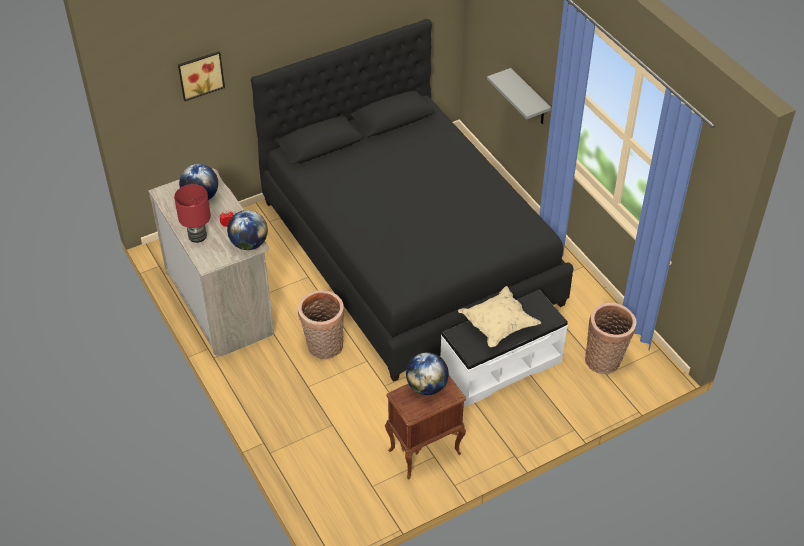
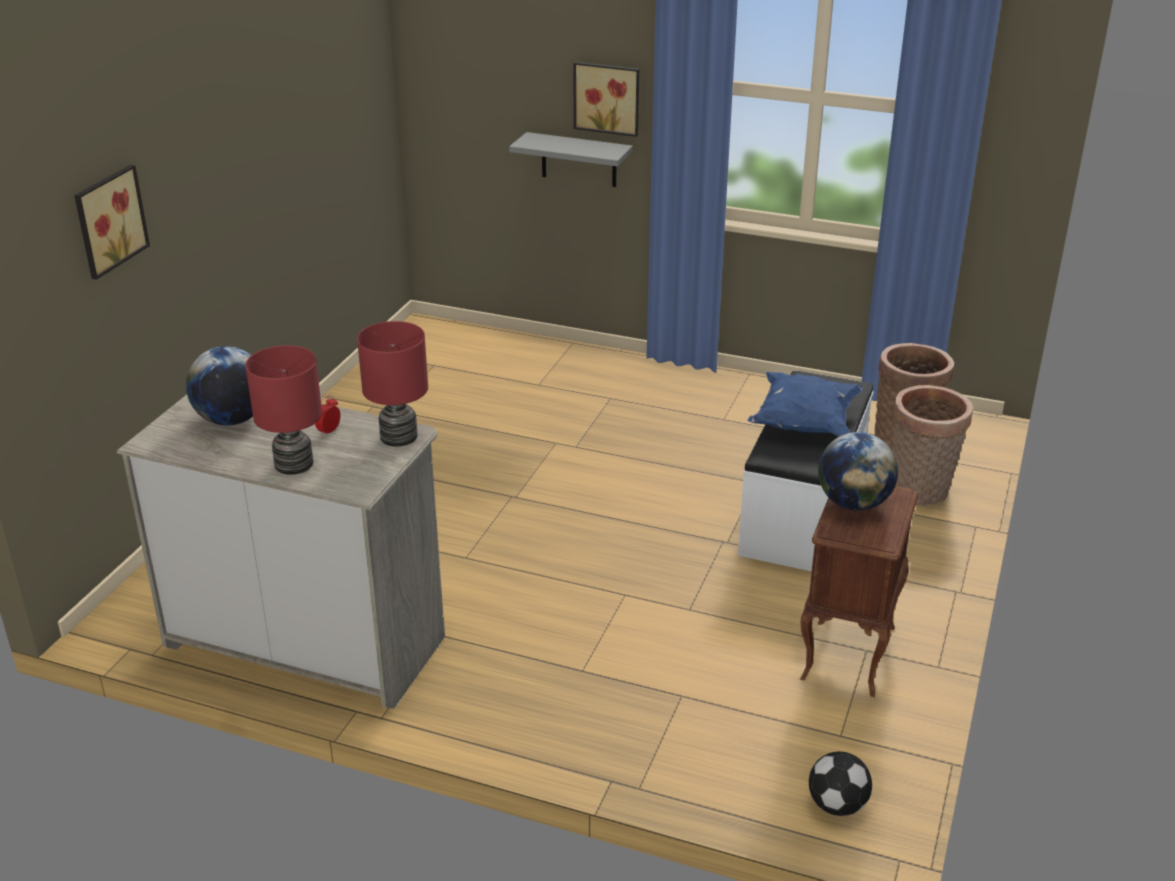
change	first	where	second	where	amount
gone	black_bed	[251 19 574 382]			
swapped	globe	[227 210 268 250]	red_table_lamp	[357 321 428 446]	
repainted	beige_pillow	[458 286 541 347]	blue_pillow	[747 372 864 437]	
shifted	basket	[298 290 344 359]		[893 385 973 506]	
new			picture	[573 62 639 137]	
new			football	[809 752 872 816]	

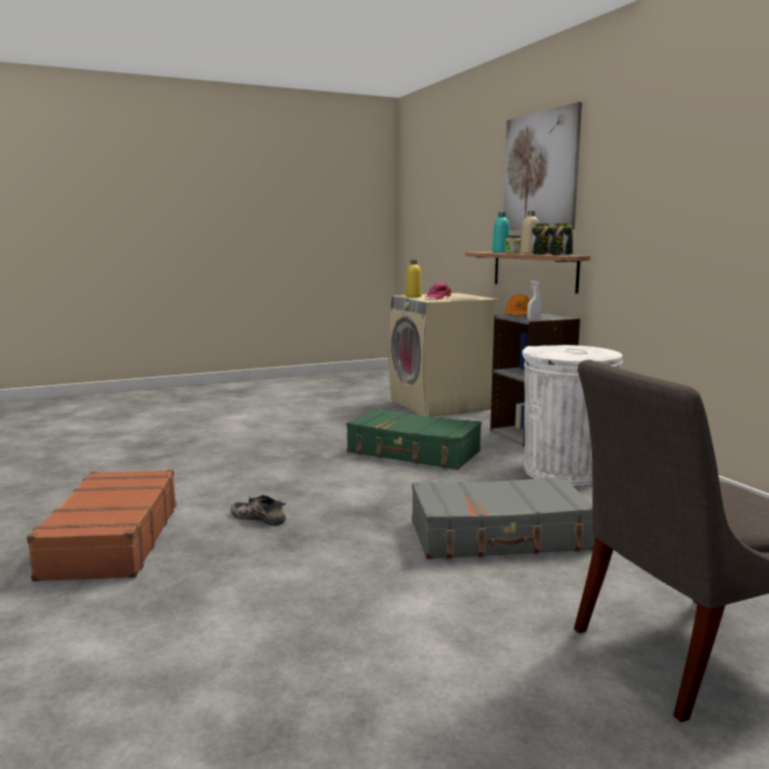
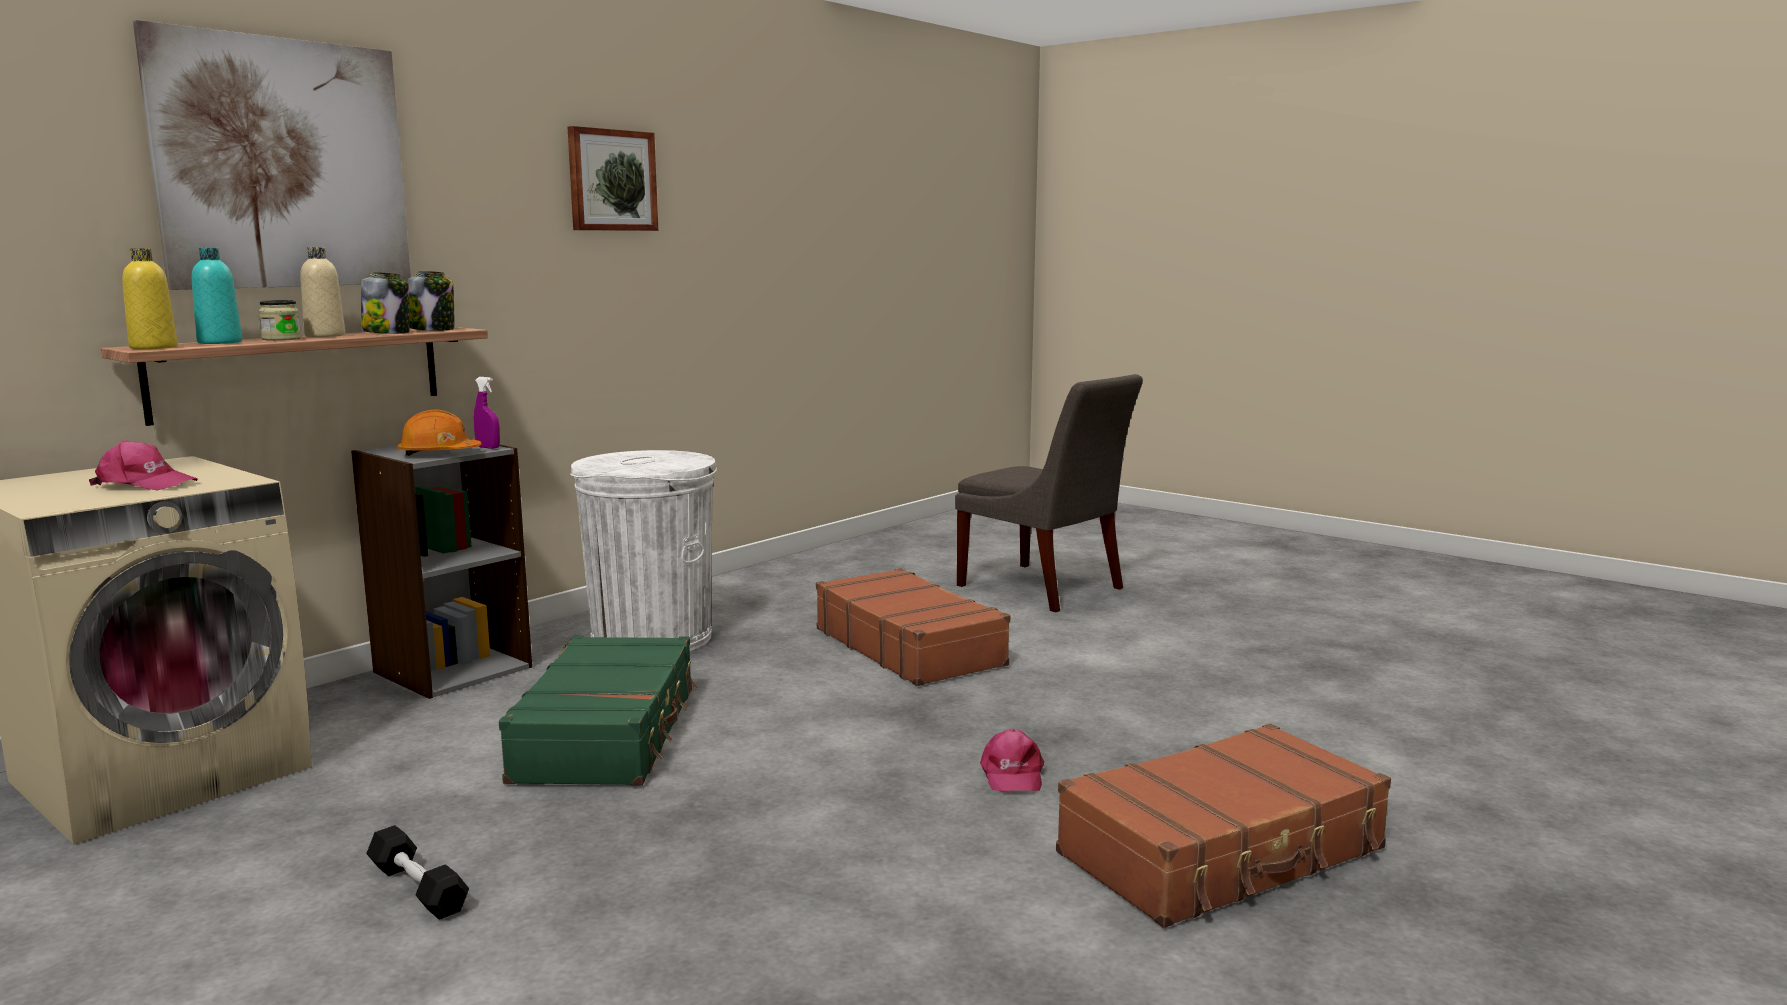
change	first	where	second	where	amount
shifted	yellow_bottle	[406 260 421 297]		[122 248 177 349]	
repainted	white_spray_bottle	[527 281 541 320]	purple_spray_bottle	[474 377 500 449]	
repainted	grey_suitcase	[412 476 595 559]	brown_suitcase	[816 568 1010 686]	
swapped	shoe	[231 495 286 526]	pink_cap	[980 729 1044 792]	
new			picture	[568 126 658 231]	
new			black_dumbbell	[366 825 469 920]	

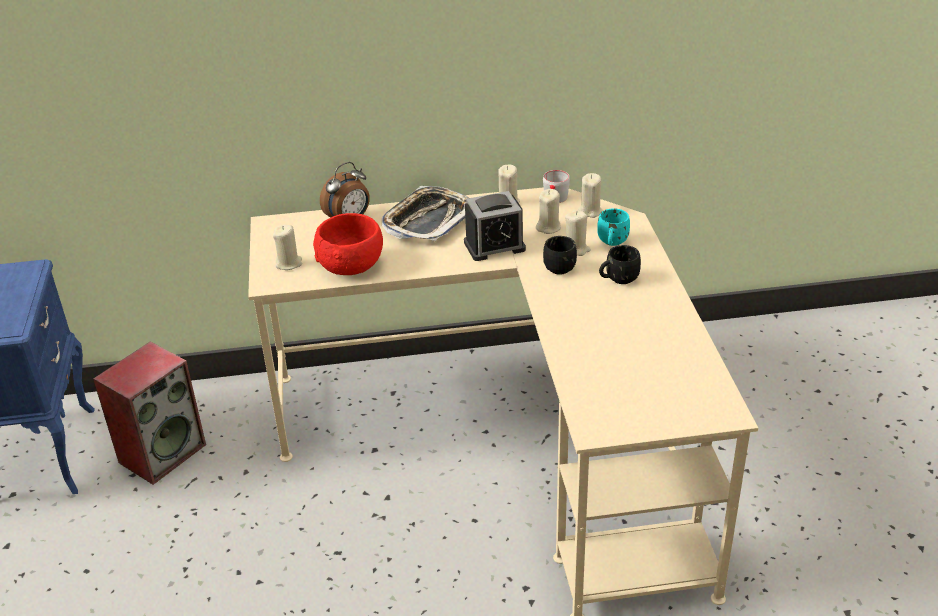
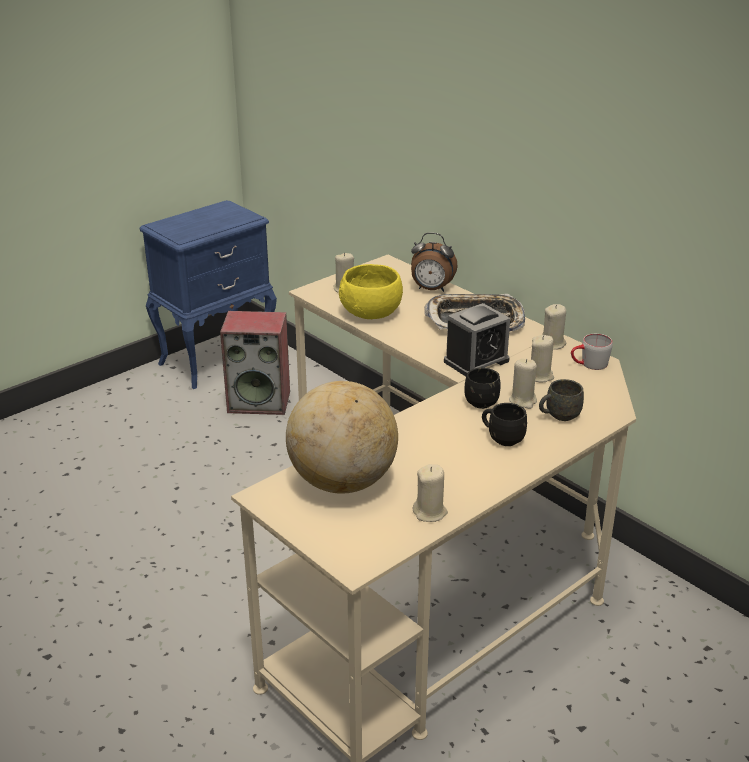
change	first	where	second	where	amount
shifted	beige_candle	[578 173 602 218]		[413 464 448 522]	
rotated	alarm_clock	[464 191 526 261]		[444 303 510 376]	75 degrees counterclockwise
repainted	turquoise_mug	[597 208 630 246]	grey_mug	[539 379 584 421]	
repainted	red_bowl	[313 213 383 275]	yellow_bowl	[339 264 403 319]	
new			globe	[286 381 398 493]	

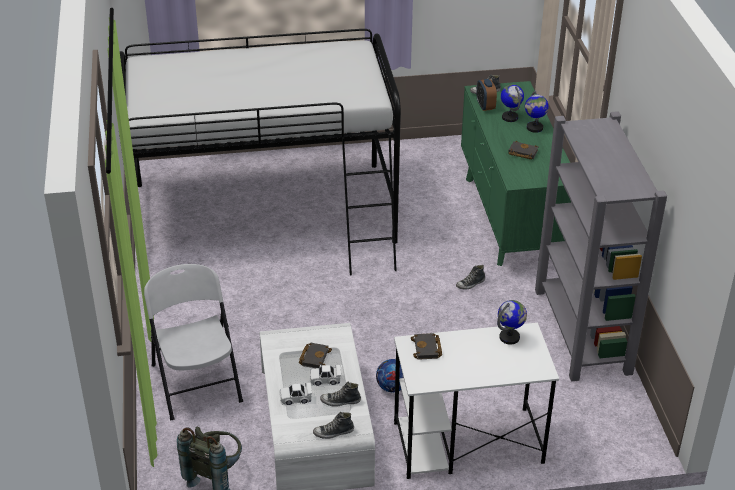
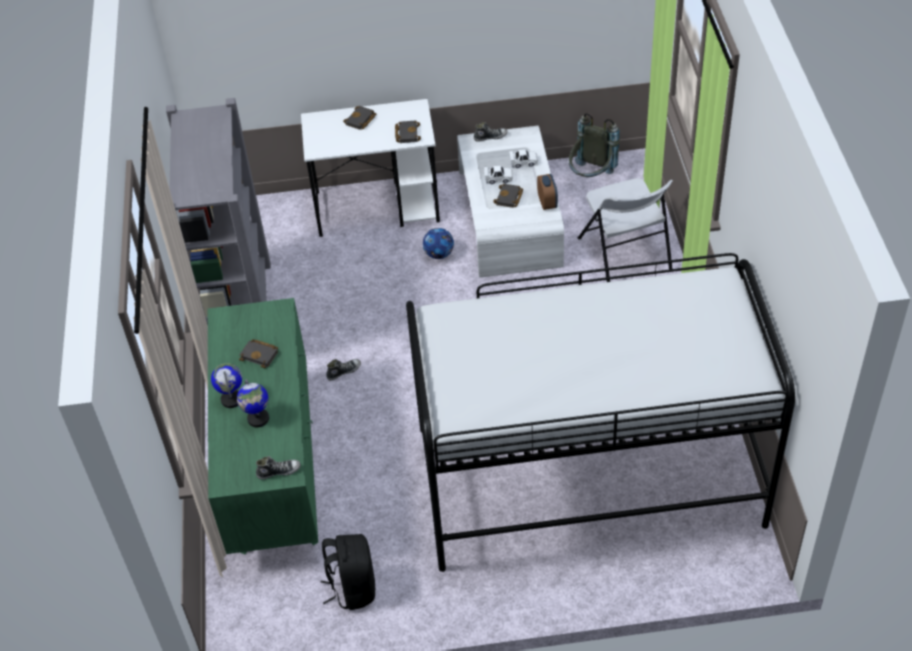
change	first	where	second	where	amount
shifted	alarm_clock	[477 79 497 111]		[537 174 558 210]	
gone	globe	[497 300 527 345]			
gone	shoe	[320 382 361 407]			
new			black_book	[343 106 377 130]	
new			black_backpack	[320 534 376 610]	

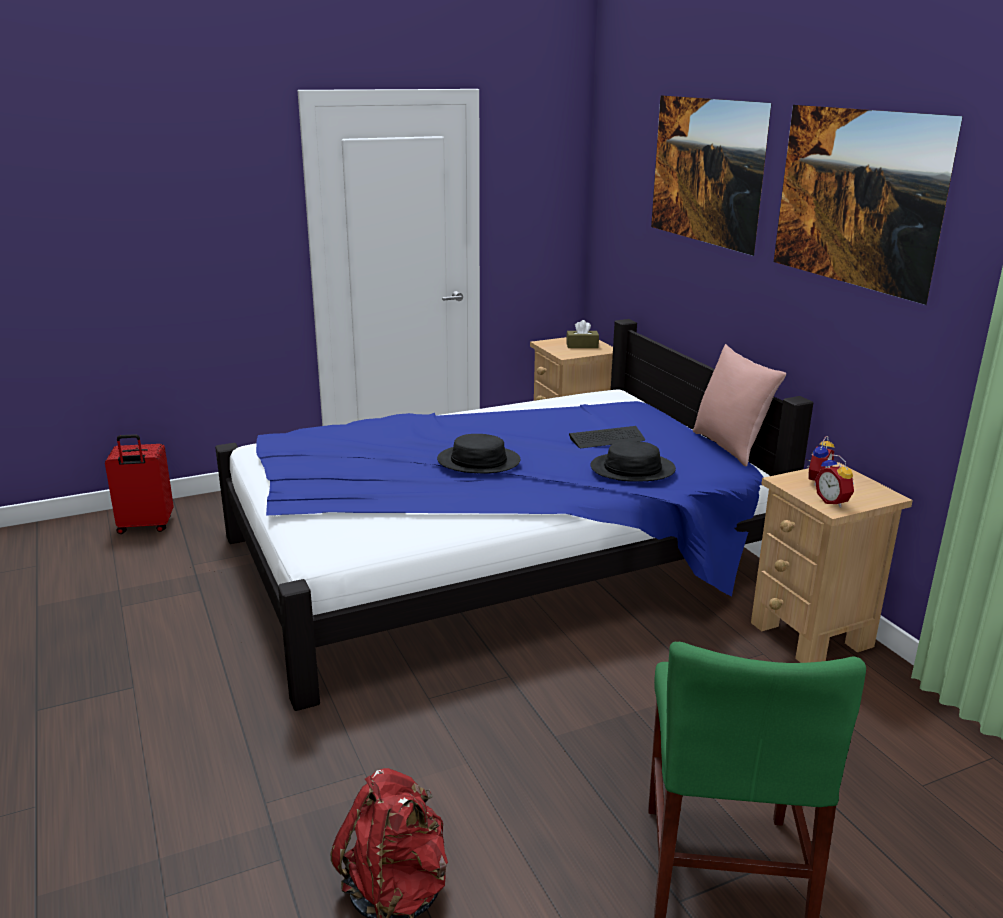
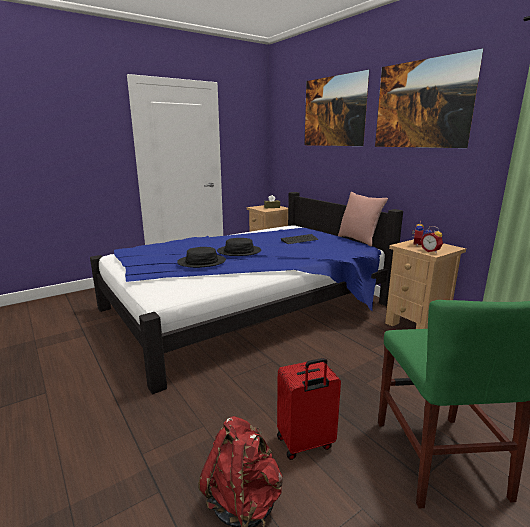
change	first	where	second	where	amount
shifted	red_suitcase	[105 434 174 534]		[277 358 341 460]	
shifted	black_hat	[591 441 676 482]		[177 247 226 268]	

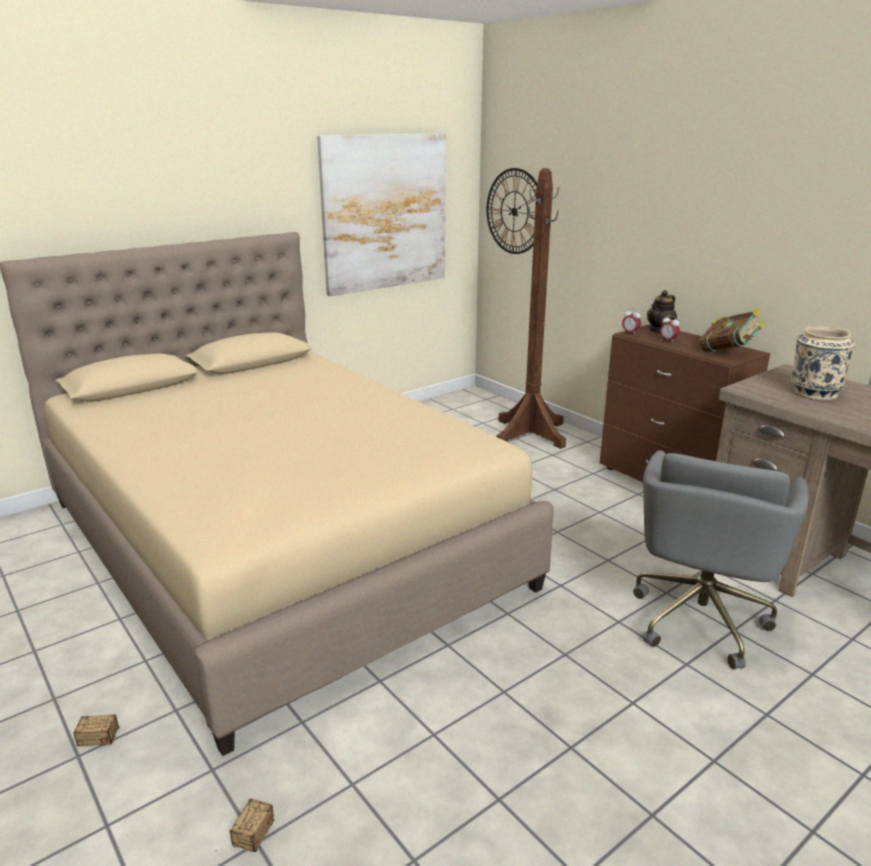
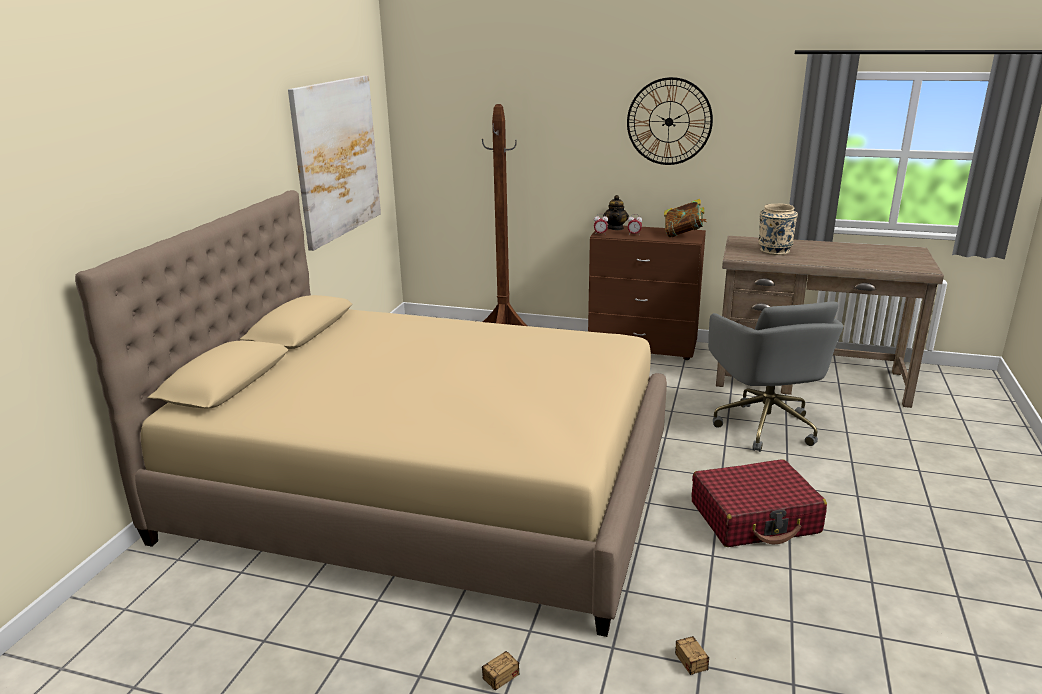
change	first	where	second	where	amount
shifted	wall_clock	[487 168 537 254]		[627 77 713 165]	
new			red_suitcase	[692 459 827 547]	

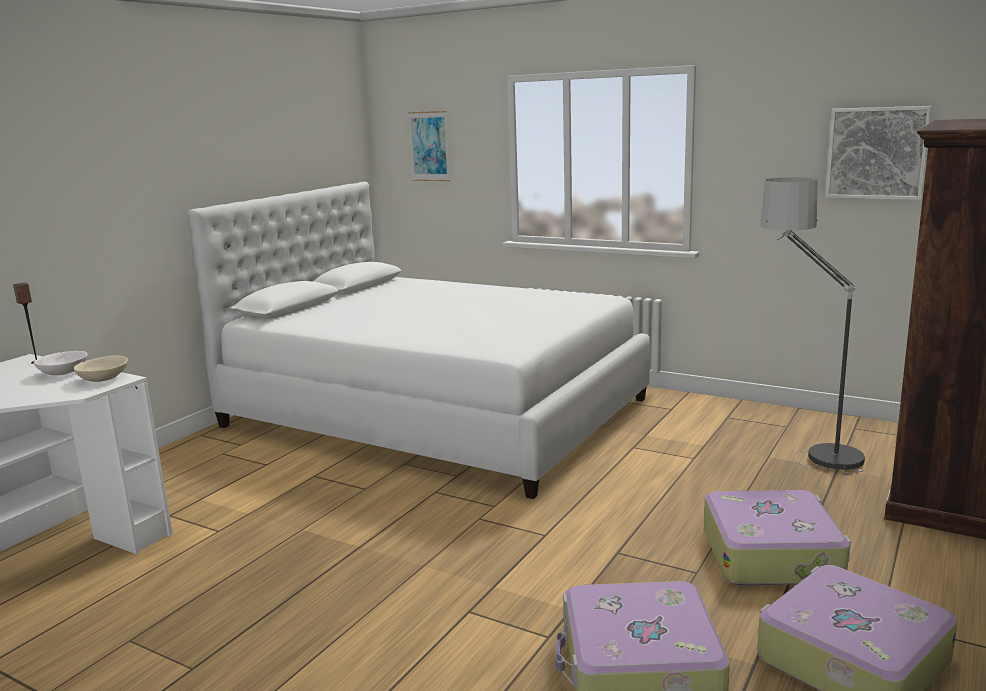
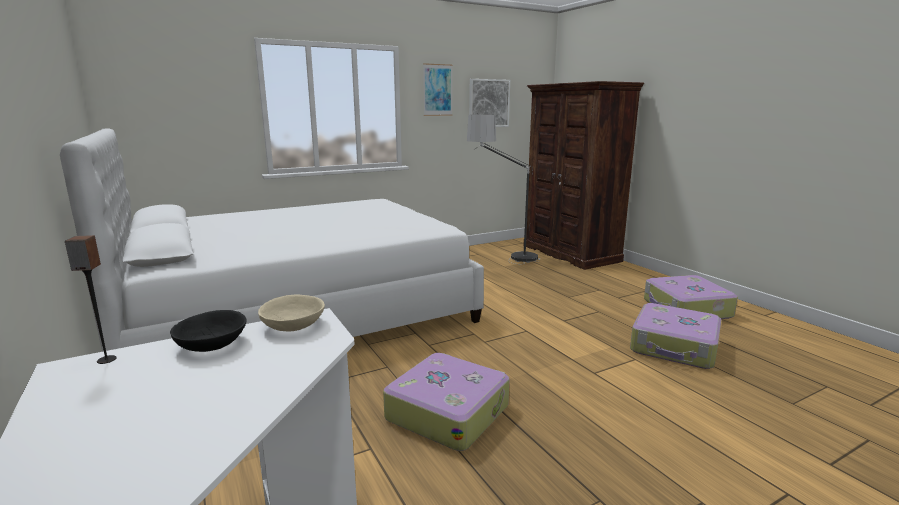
change	first	where	second	where	amount
shifted	picture	[408 111 450 181]		[423 63 453 116]	
repainted	white_bowl	[34 351 88 375]	black_bowl	[170 310 247 352]	
shifted	suitcase	[704 490 851 585]		[383 353 509 451]	

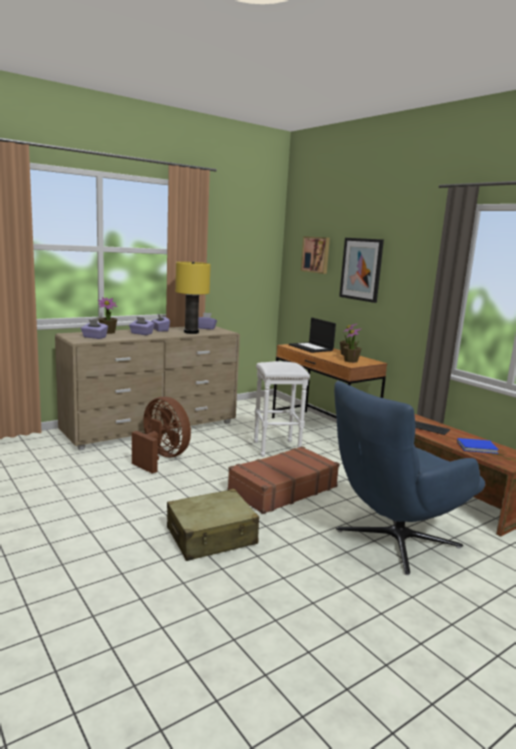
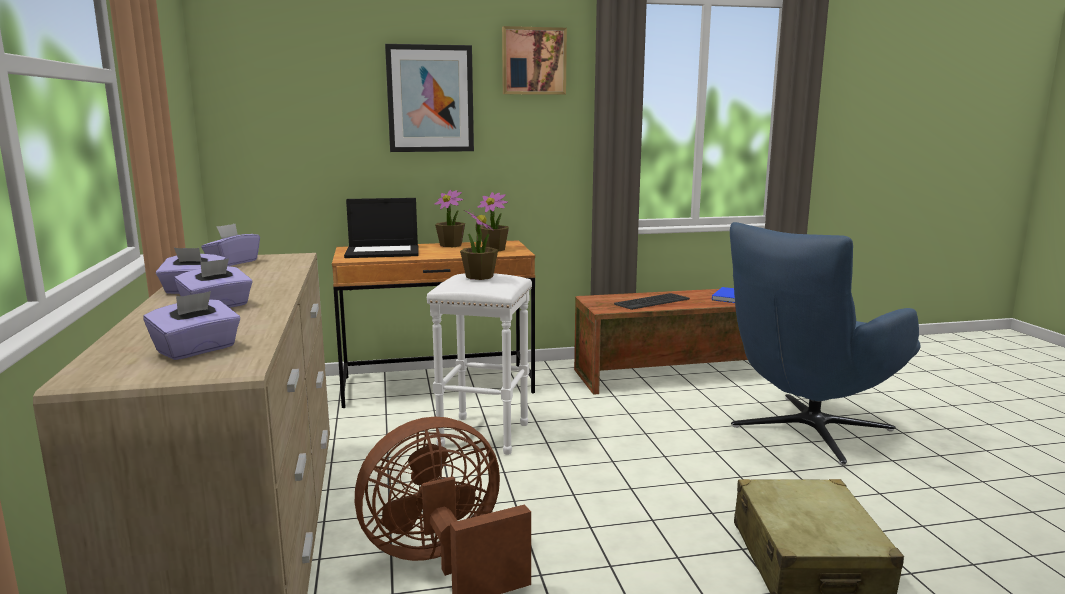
change	first	where	second	where	amount
shifted	picture	[301 236 330 274]		[502 26 567 95]	
gone	yellow_table_lamp	[175 262 211 334]			
shifted	potted_plant	[98 297 118 334]		[460 210 498 280]	
rotated	blue_armchair	[334 381 485 575]		[730 222 921 465]	60 degrees clockwise
gone	brown_suitcase	[227 446 339 514]			

